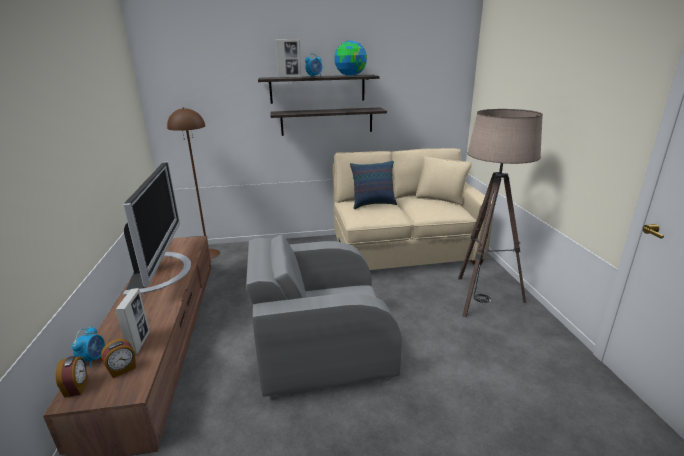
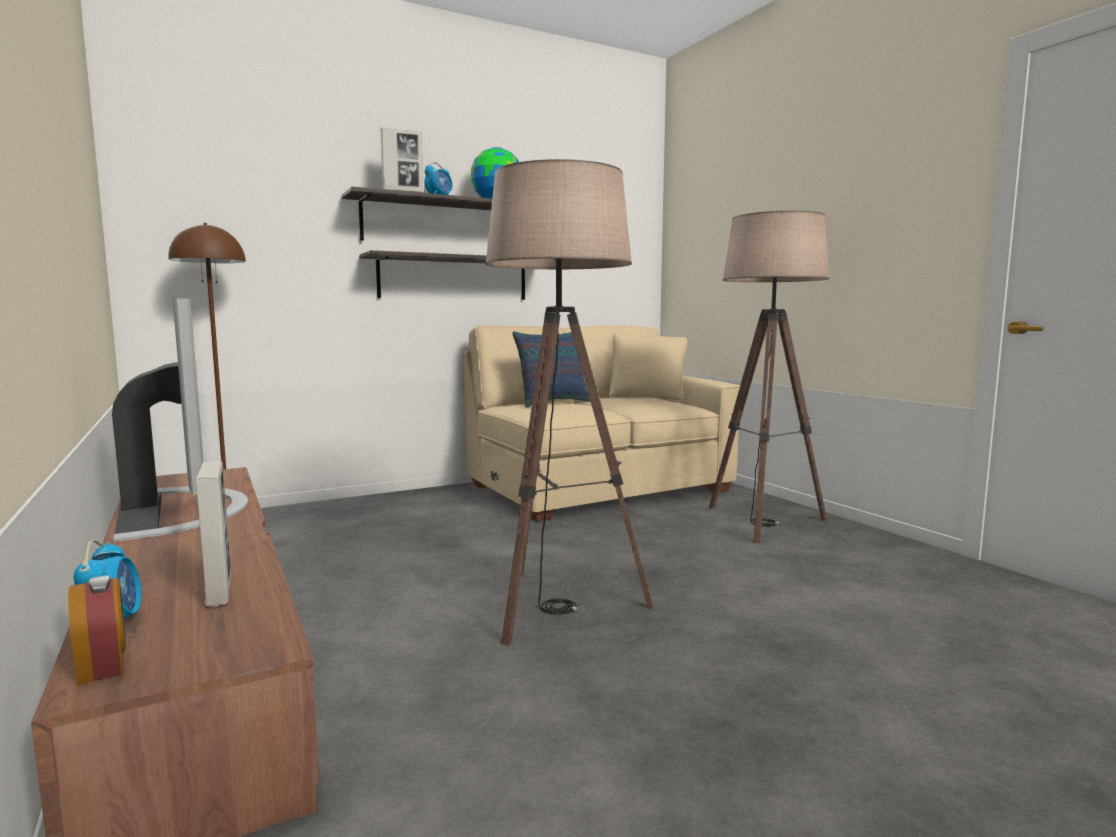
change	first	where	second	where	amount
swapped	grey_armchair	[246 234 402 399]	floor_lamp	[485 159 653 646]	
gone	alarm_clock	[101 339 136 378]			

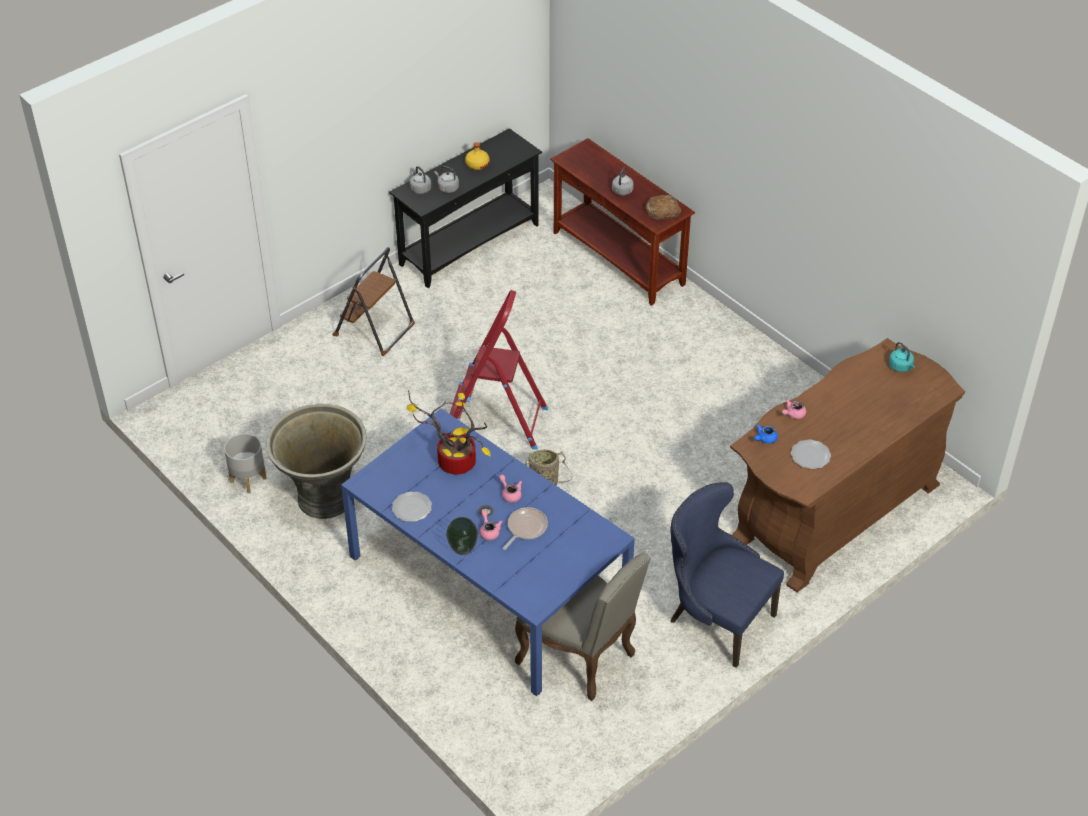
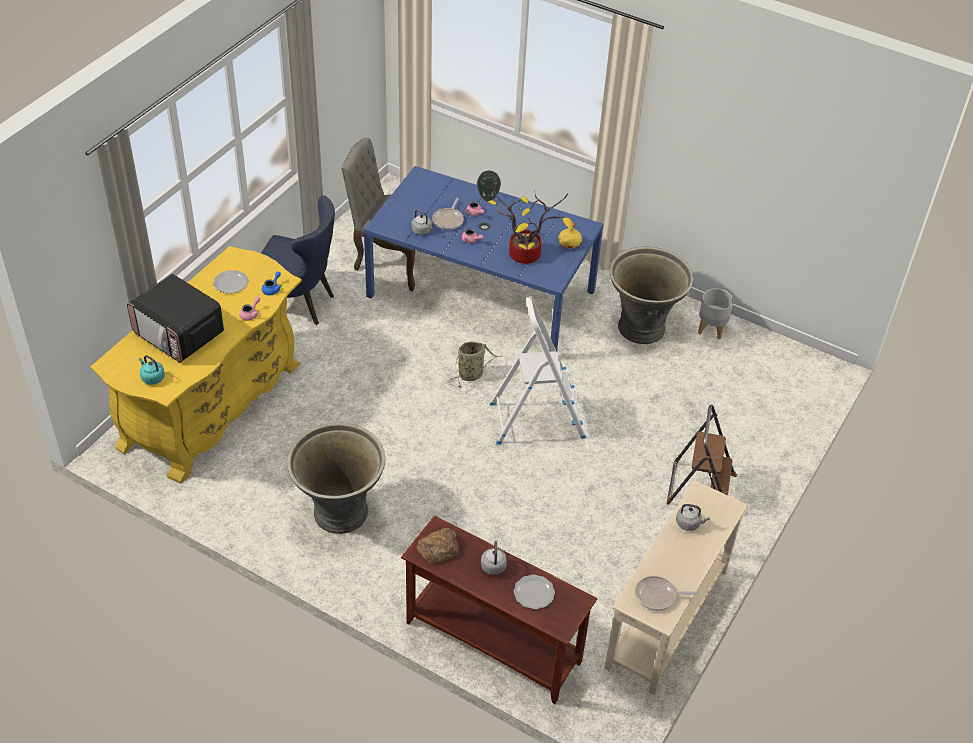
change	first	where	second	where	amount
repainted	black_console_table	[389 128 542 288]	beige_console_table	[604 480 748 695]	
shifted	yellow_bottle	[465 142 489 170]		[558 222 582 249]	
shifted	grey_kettle	[410 166 431 194]		[412 210 434 235]	
repainted	red_step_ladder	[450 290 548 450]	white_step_ladder	[489 296 586 445]	
repainted	brown_dresser	[730 338 965 592]	yellow_dresser	[91 246 302 484]	
shifted	plate	[392 492 432 522]		[514 575 555 609]	
new			microwave	[127 274 224 362]	
new			grey_planter	[287 423 385 534]	
new			frying_pan	[635 576 699 611]	

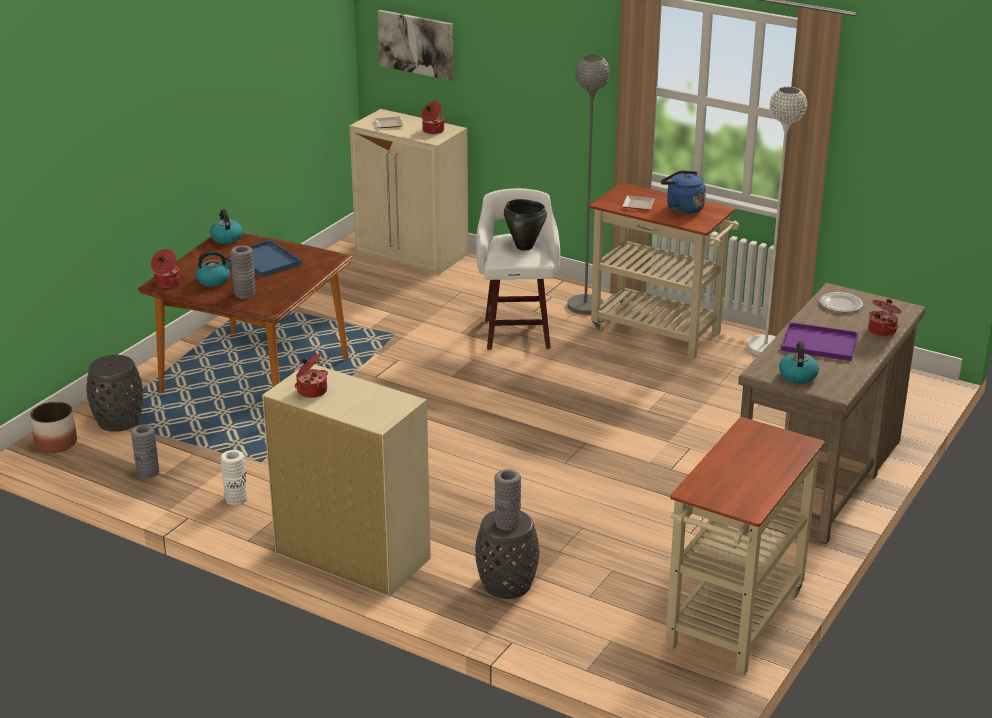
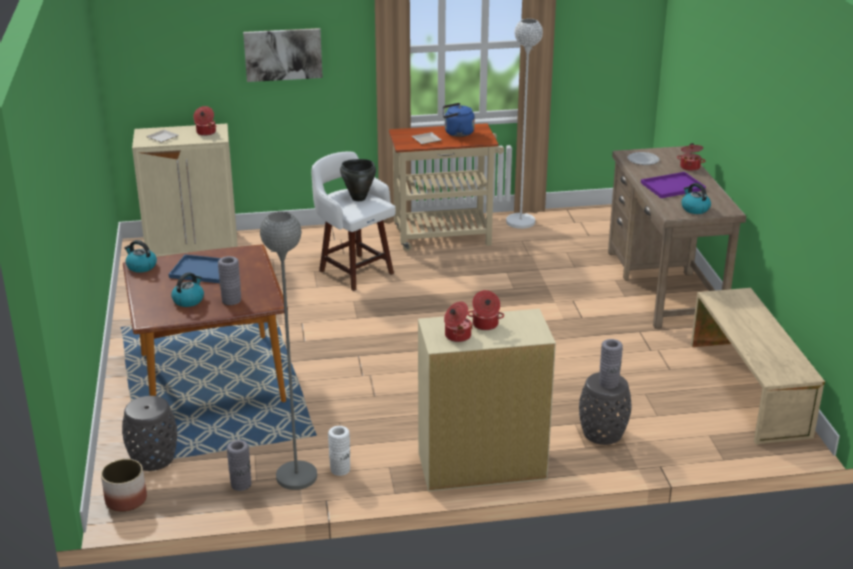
change	first	where	second	where	amount
shifted	picture	[377 10 453 80]		[243 28 323 82]	
shifted	grey_floor_lamp	[567 55 610 315]		[260 211 317 490]	
shifted	cooking_pot	[151 249 180 288]		[467 290 504 330]	
swapped	beige_cart	[665 417 825 676]	beige_bench	[691 288 825 444]	

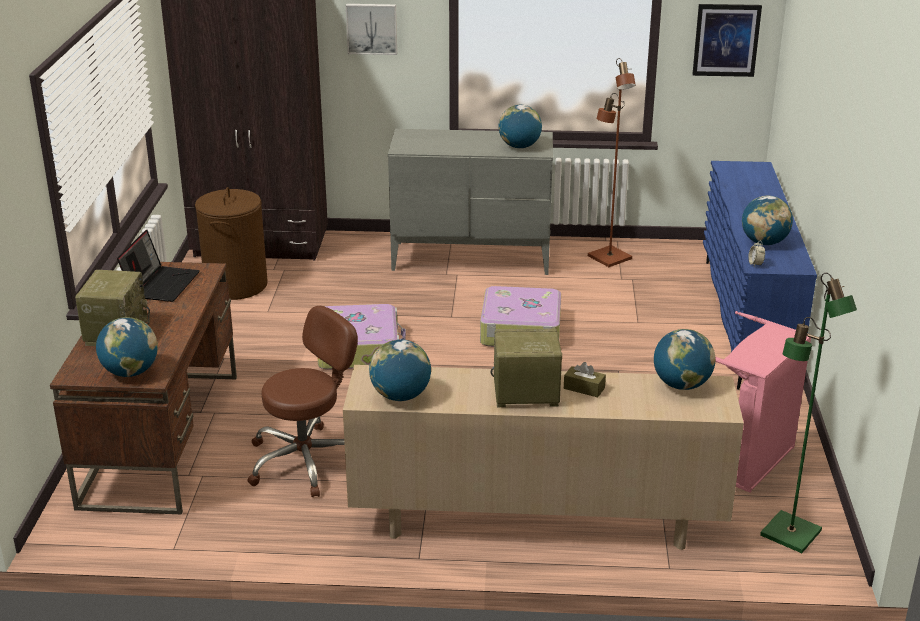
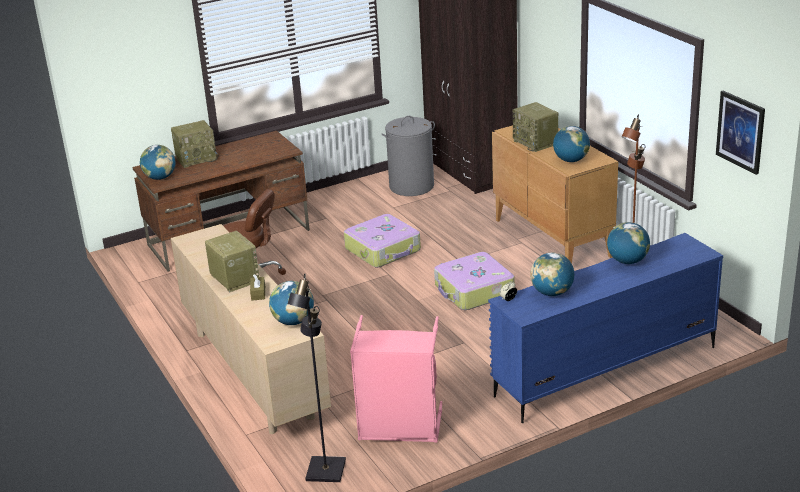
change	first	where	second	where	amount
gone	picture	[346 4 397 55]			
repainted	grey_cabinet	[388 129 553 275]	brown_cabinet	[492 125 619 264]	
repainted	brown_laundry_basket	[195 187 268 300]	grey_laundry_basket	[382 116 435 196]	
gone	laptop	[117 230 200 302]			
repainted	green_floor_lamp	[760 273 857 553]	black_floor_lamp	[288 274 346 482]	
shifted	globe	[369 339 431 401]		[607 222 650 264]	
new			radio	[513 102 559 152]	

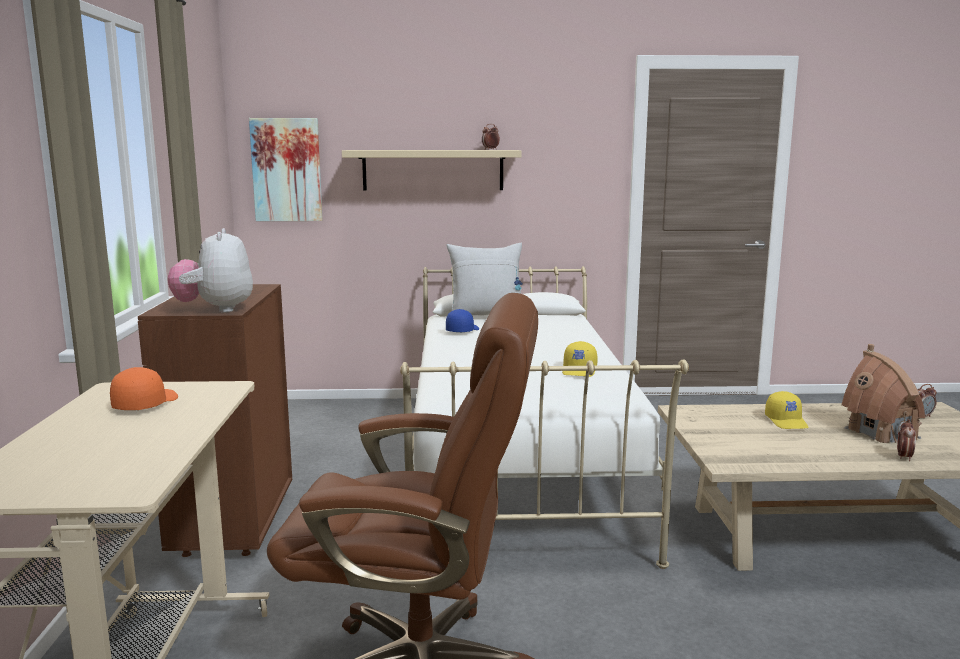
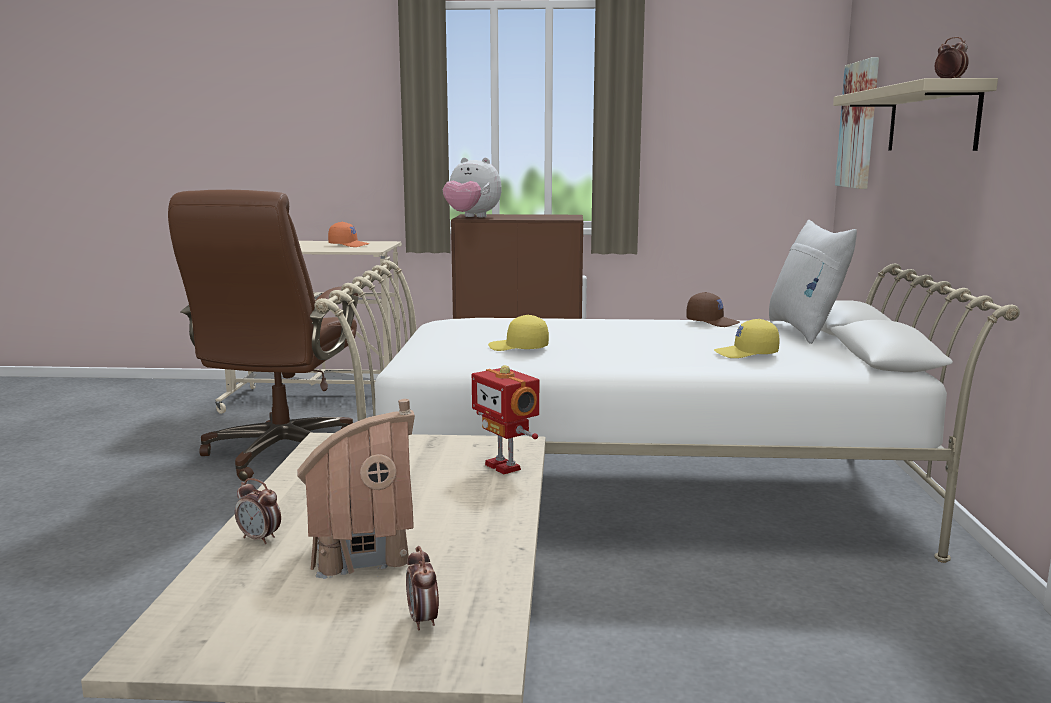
change	first	where	second	where	amount
rotated	plush_toy	[168 228 253 313]		[443 157 502 217]	150 degrees counterclockwise
repainted	blue_cap	[446 309 479 333]	brown_cap	[686 292 740 327]	
shifted	yellow_cap	[765 391 809 429]		[714 319 780 358]	
new			toy_robot	[472 365 539 474]	

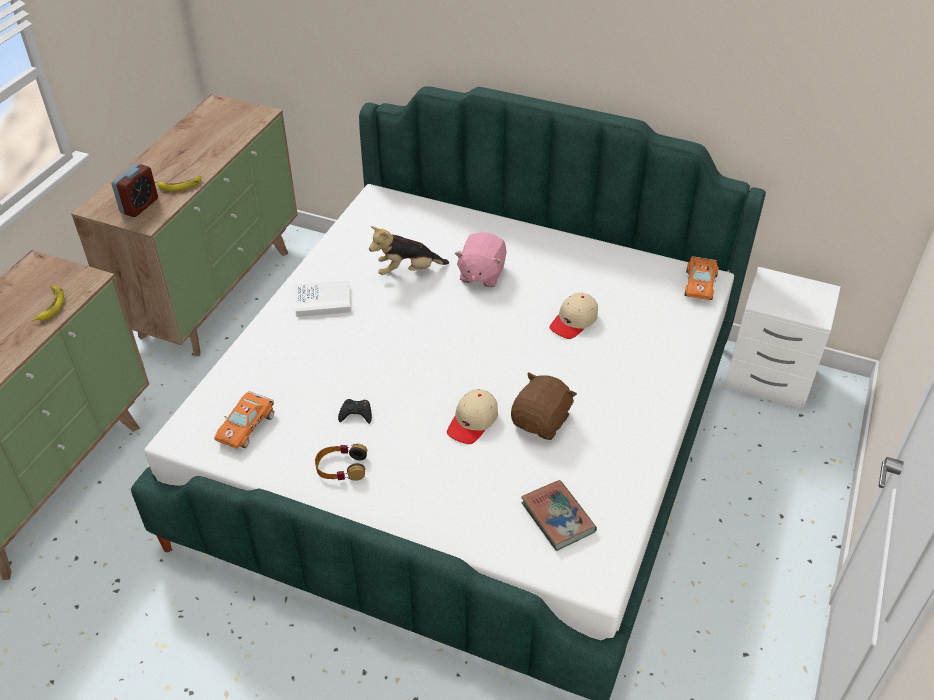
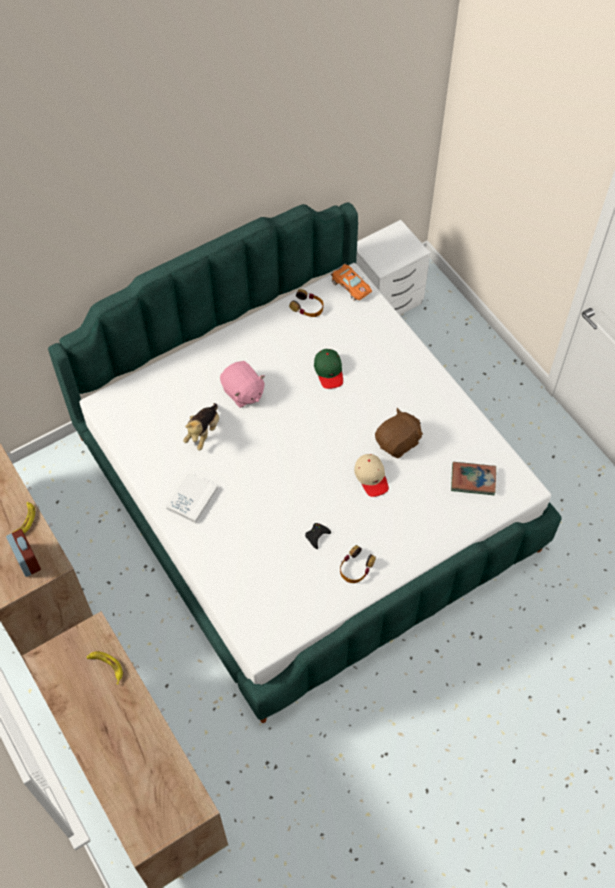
change	first	where	second	where	amount
repainted	beige_cap	[549 293 598 339]	green_cap	[314 349 343 389]	
rotated	brown_plush_toy	[511 372 577 440]		[375 408 423 458]	75 degrees clockwise
gone	orange_toy_car	[214 391 274 449]			
new			headphones	[289 289 324 317]	

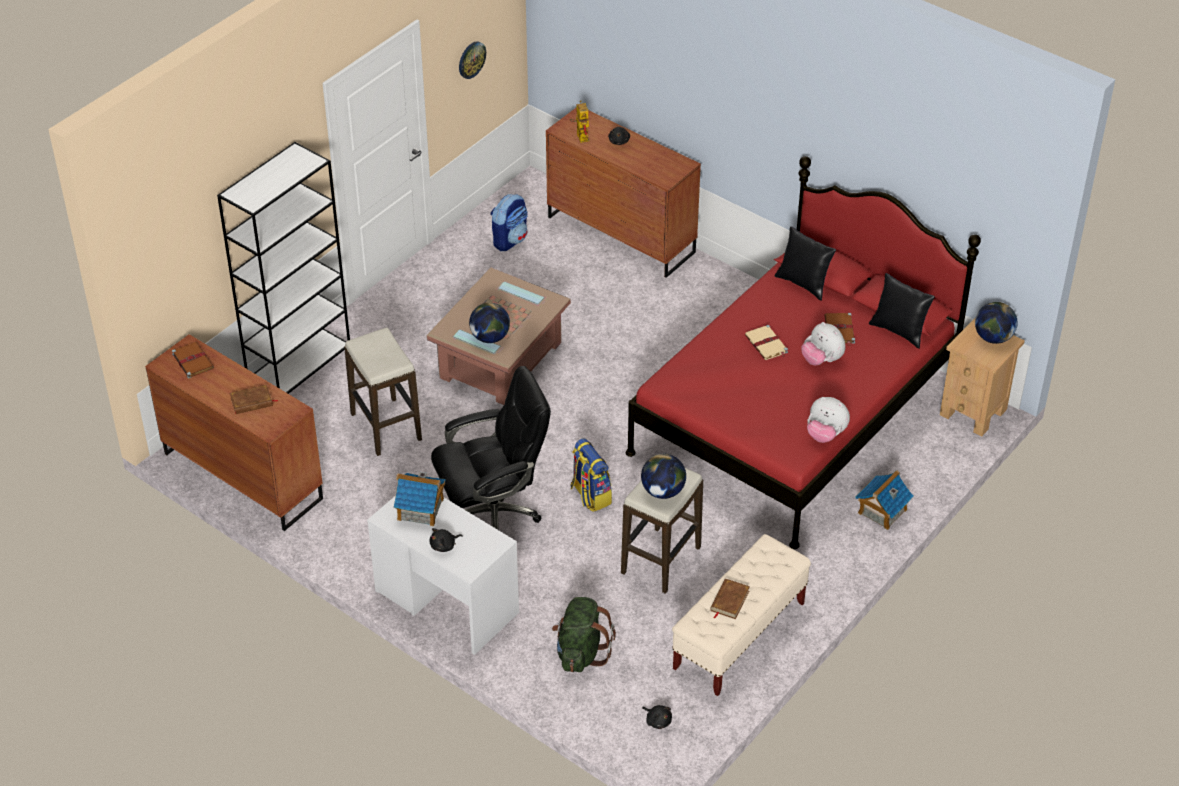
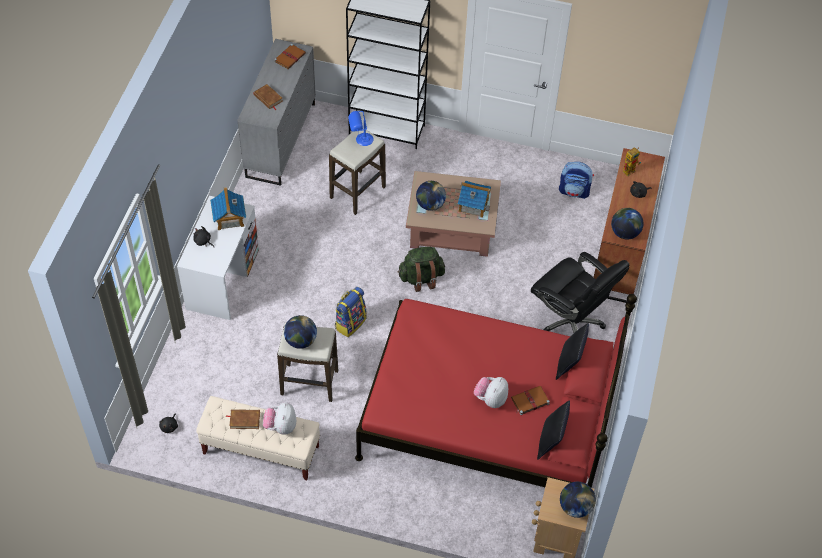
change	first	where	second	where	amount
gone	wall_clock	[459 41 486 79]			
gone	beige_book	[745 325 788 360]			
repainted	brown_dresser	[145 334 323 531]	grey_dresser	[237 39 316 186]	
shifted	black_office_chair	[431 366 551 530]		[531 252 629 333]	
shifted	plush_toy	[807 397 850 443]		[263 402 296 435]	
shifted	toy_house	[855 470 913 530]		[458 181 491 218]	
shifted	green_backpack	[552 597 616 672]		[398 247 445 292]	
new			blue_table_lamp	[348 111 374 146]	
new			globe	[611 208 643 240]	

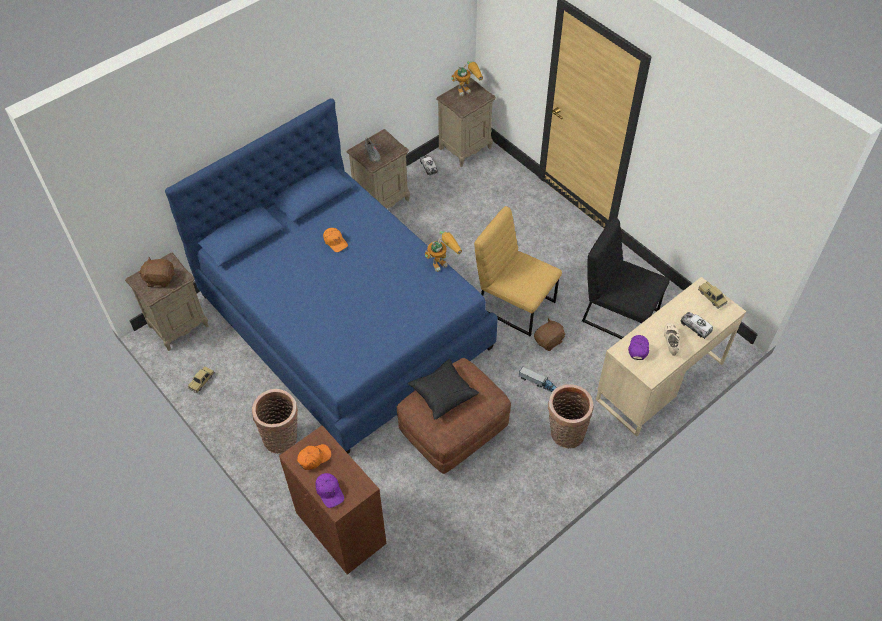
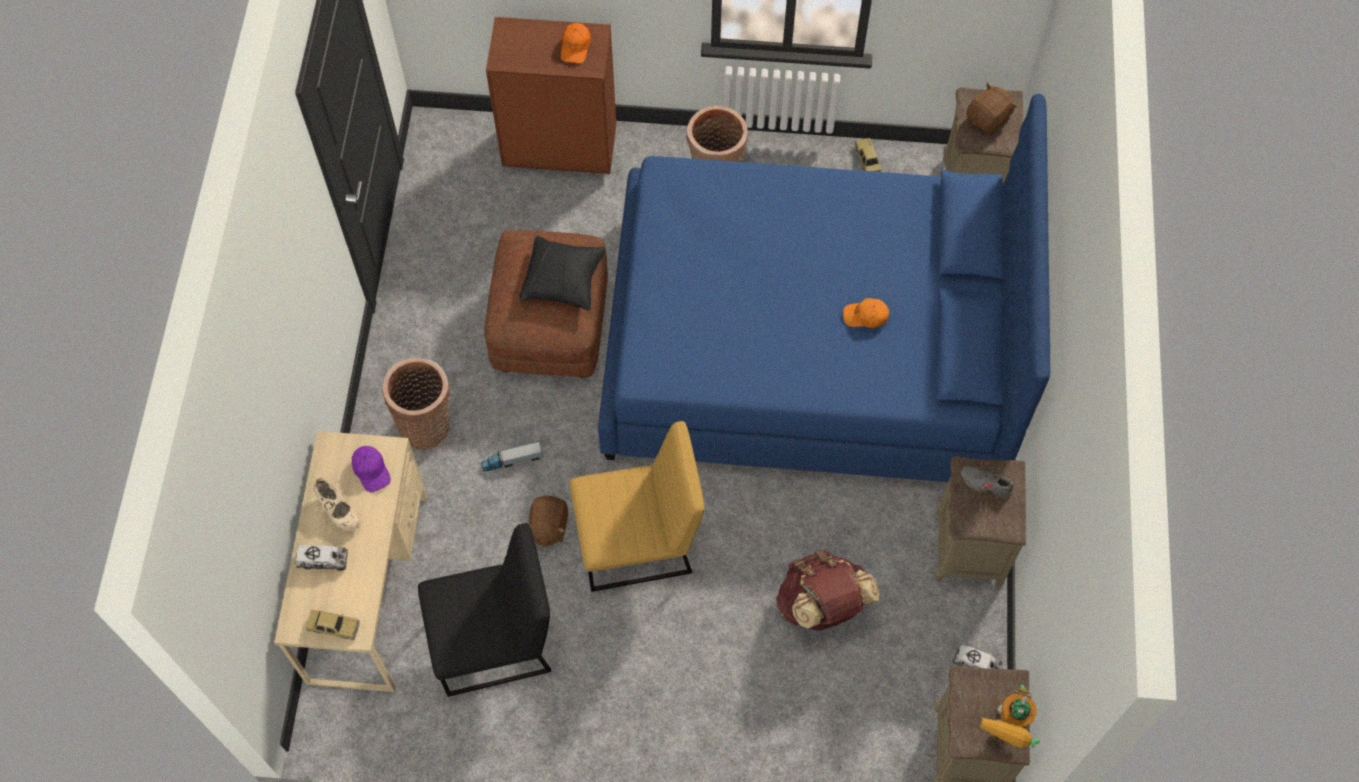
change	first	where	second	where	amount
gone	toy_robot	[425 231 462 272]			
gone	purple_cap	[316 473 344 508]			
new			brown_backpack	[776 550 880 631]	

